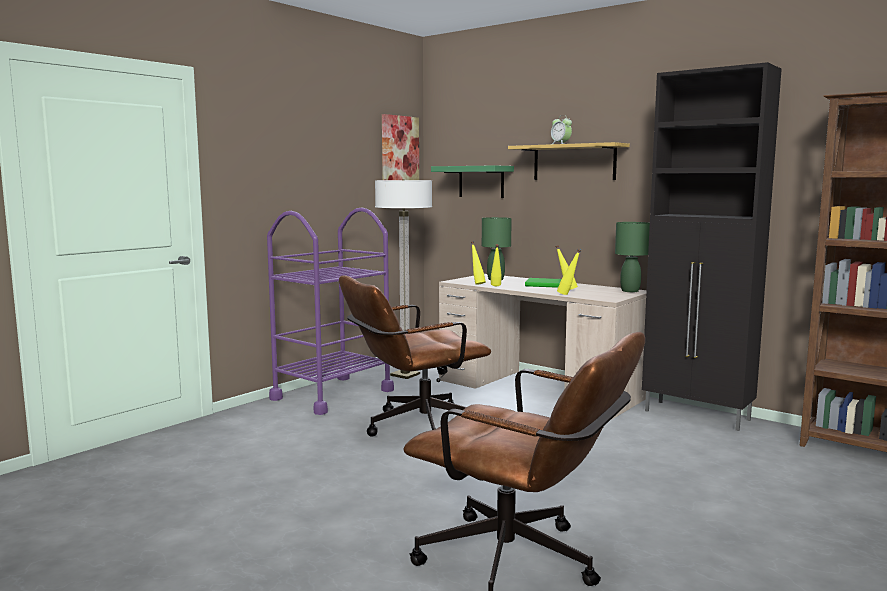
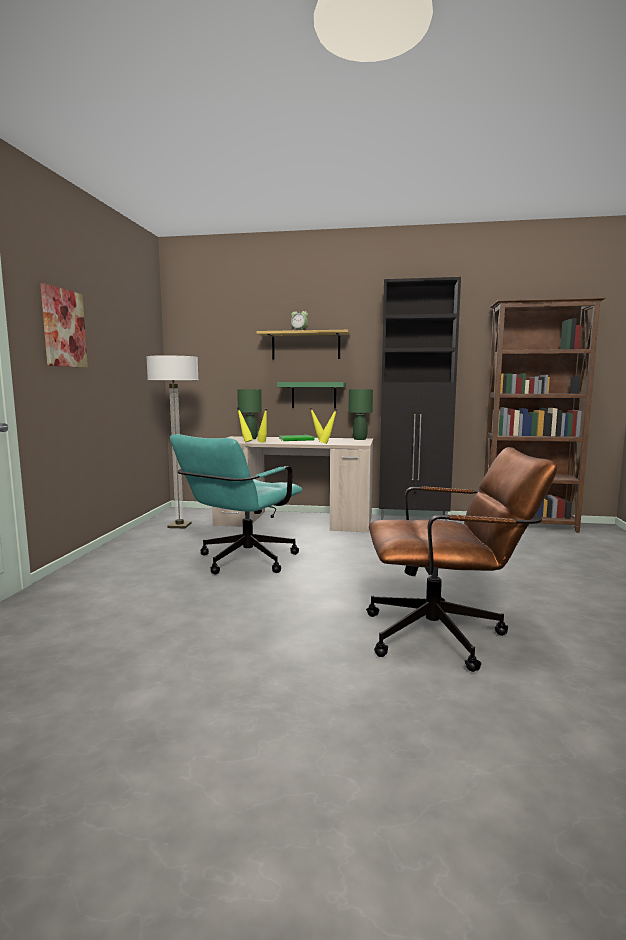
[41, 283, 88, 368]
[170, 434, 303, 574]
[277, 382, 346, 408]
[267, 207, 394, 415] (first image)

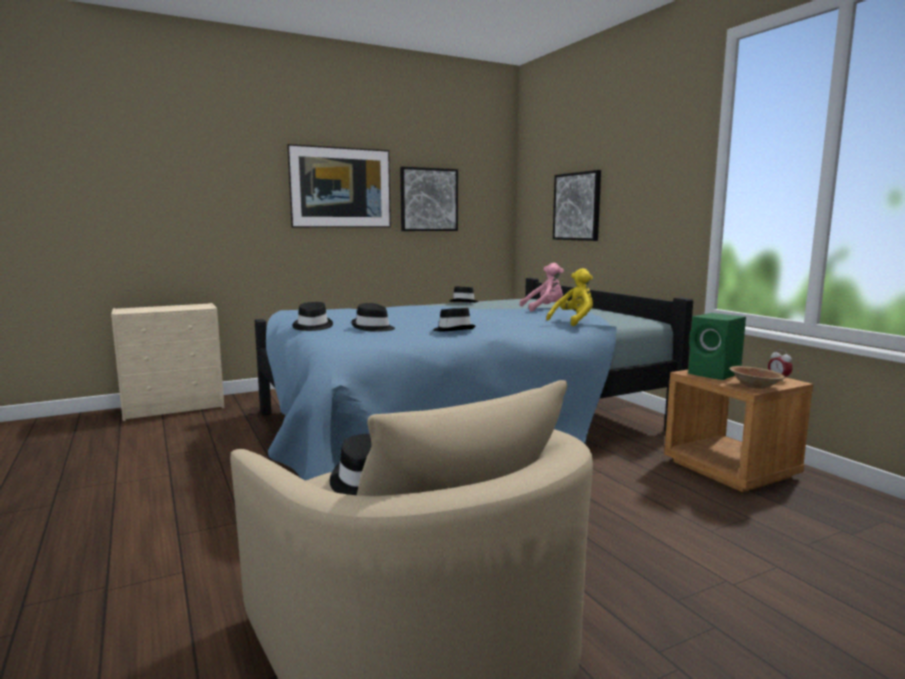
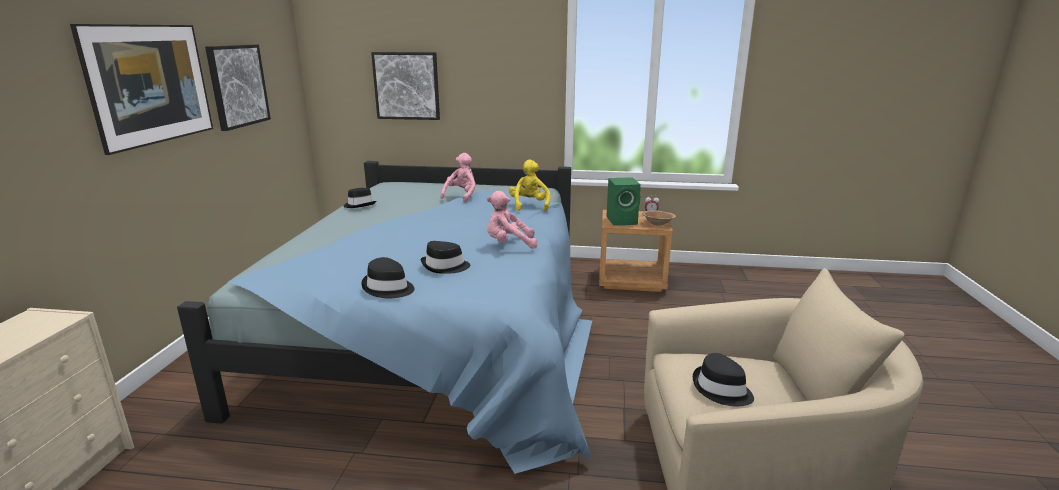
[487, 191, 537, 249]

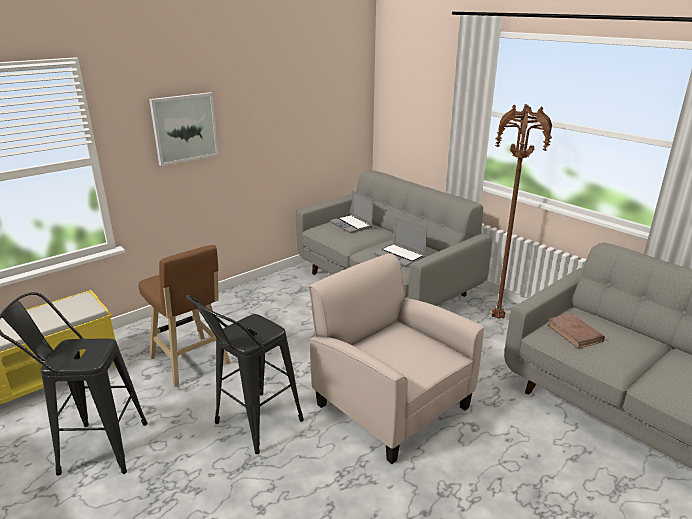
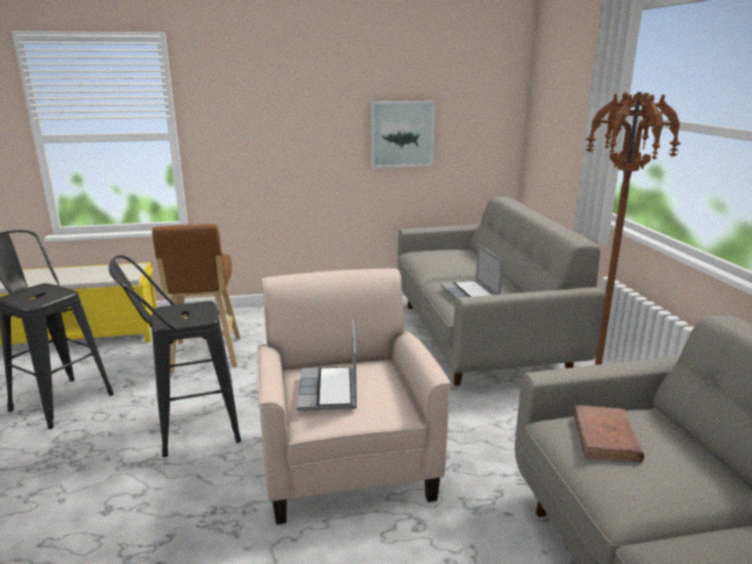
[297, 319, 357, 411]
[371, 101, 435, 168]

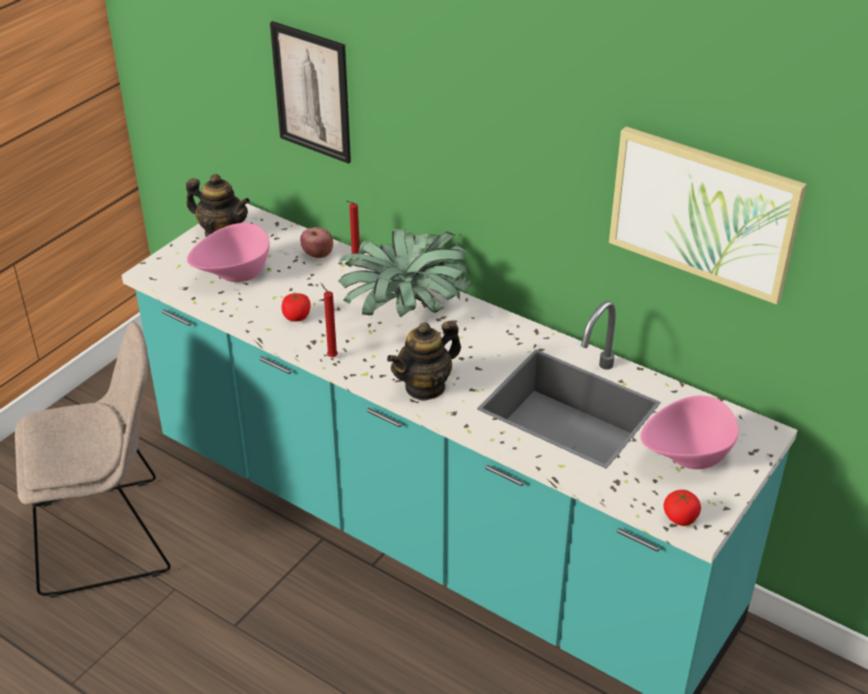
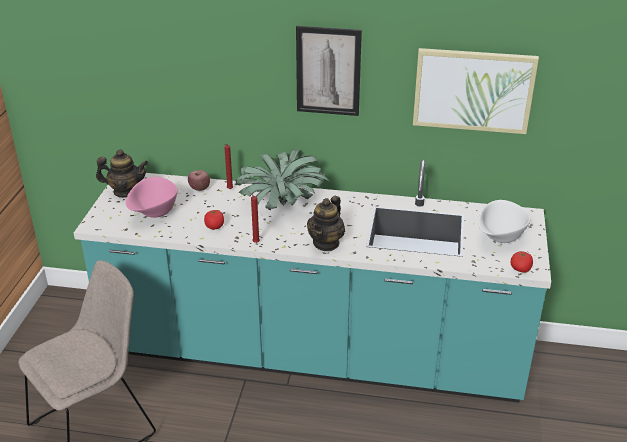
[296, 26, 362, 116]
[478, 200, 530, 243]

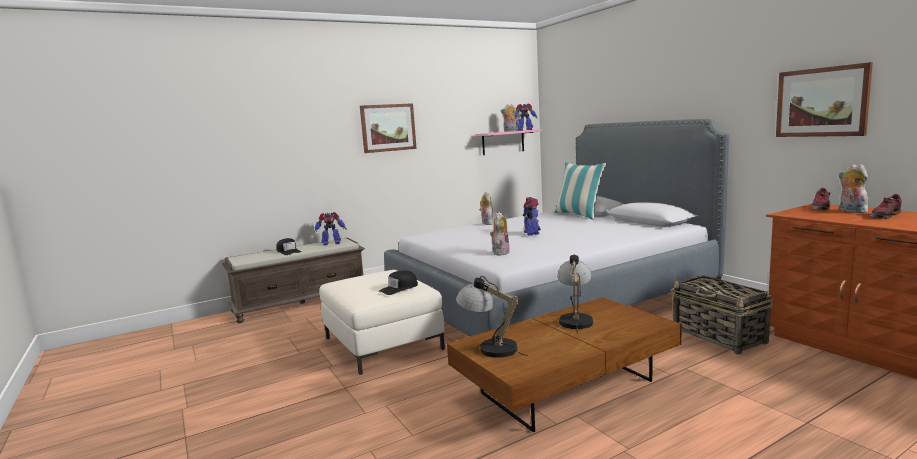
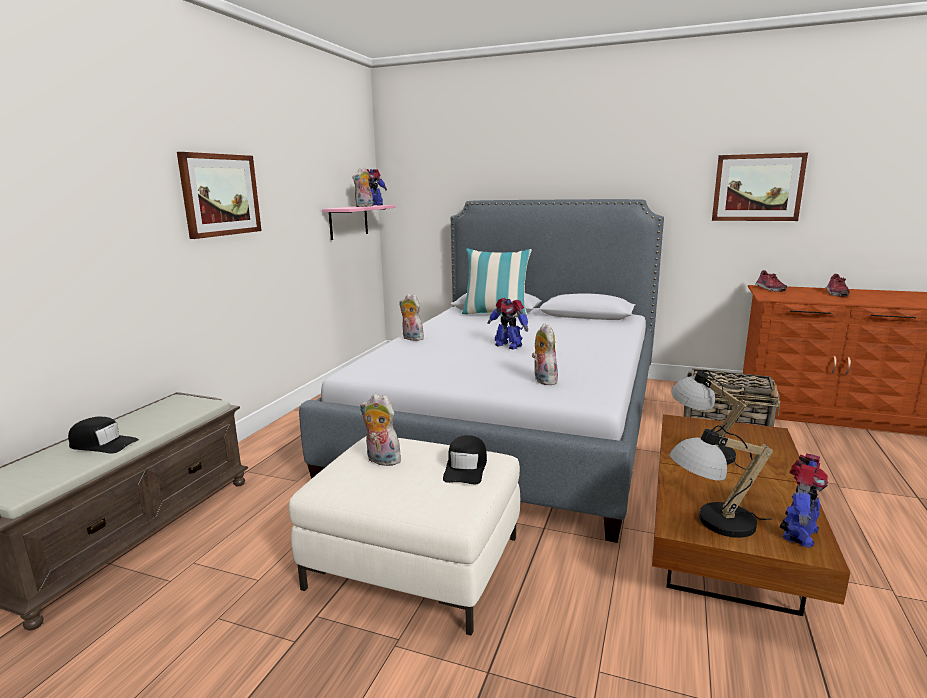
[360, 394, 403, 466]
[780, 454, 828, 548]

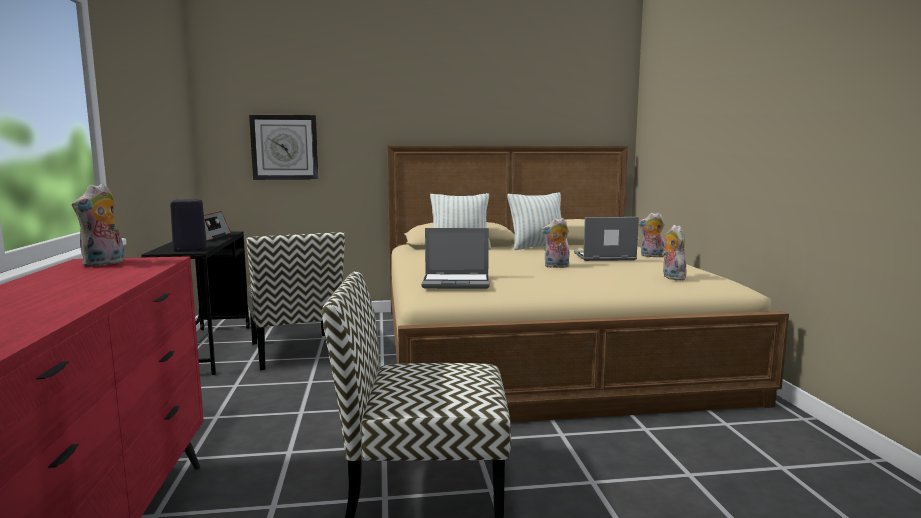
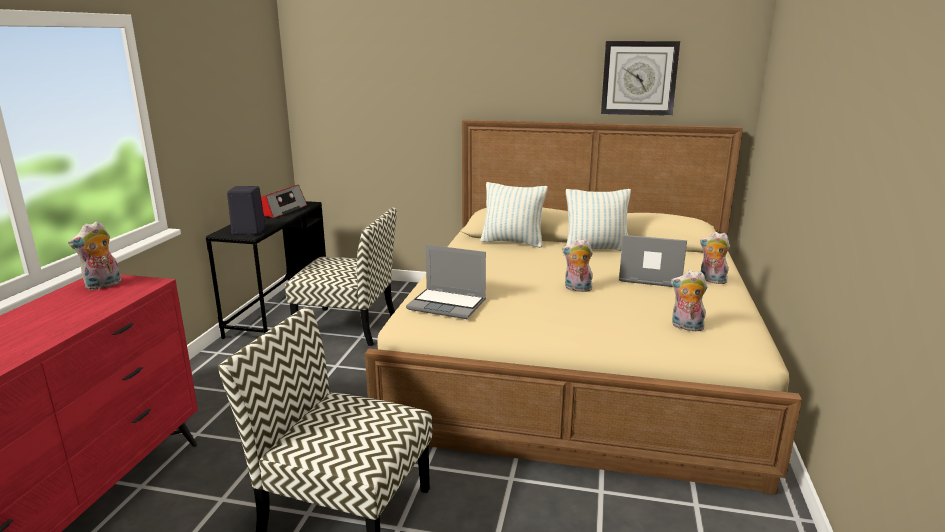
[285, 207, 397, 346]
[601, 41, 680, 116]
[671, 270, 708, 331]

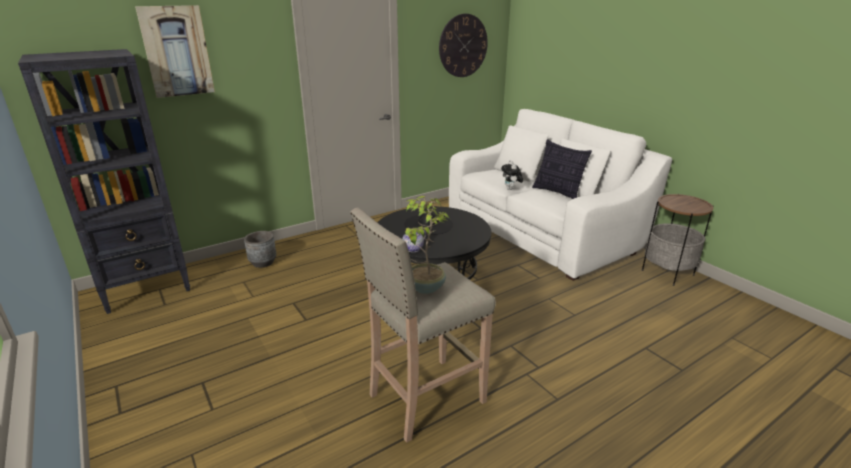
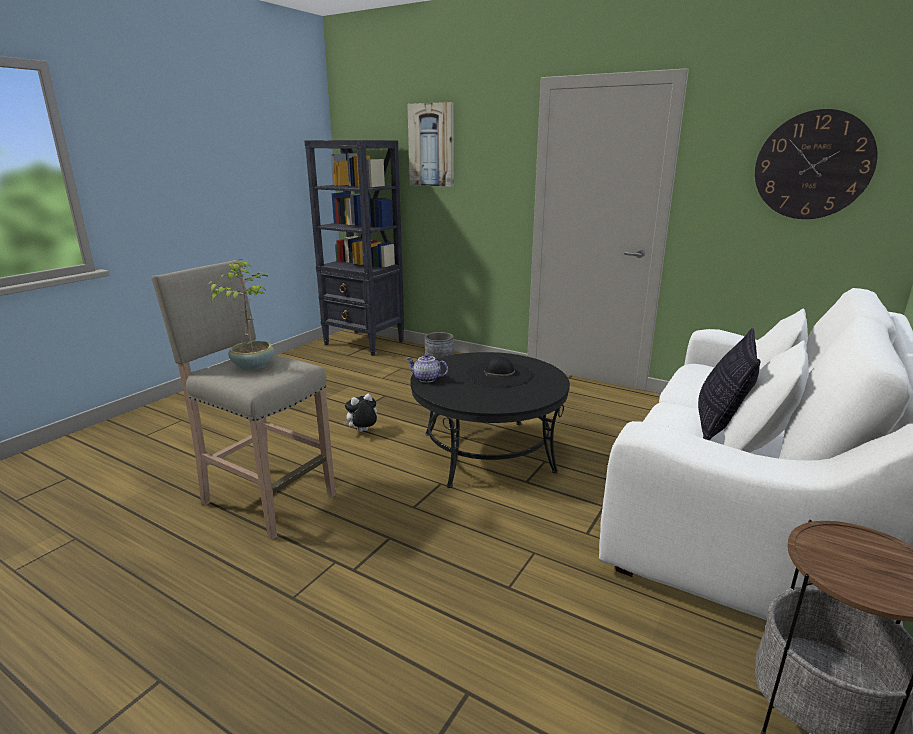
[343, 394, 377, 432]

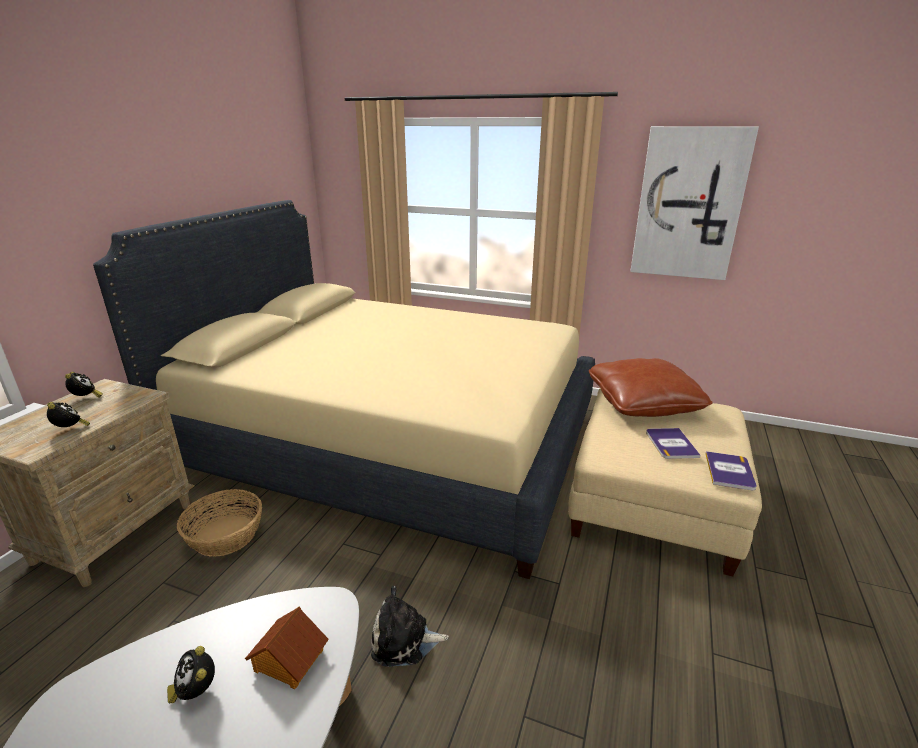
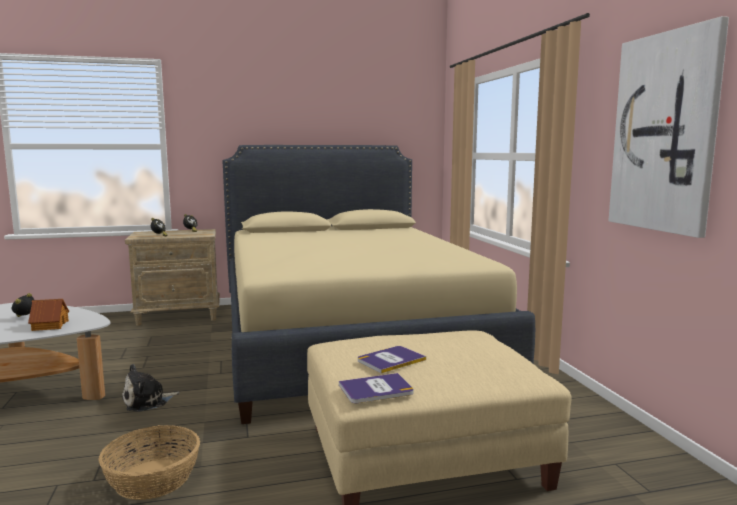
[99, 425, 200, 500]
[122, 364, 180, 412]
[589, 358, 713, 417] (first image)

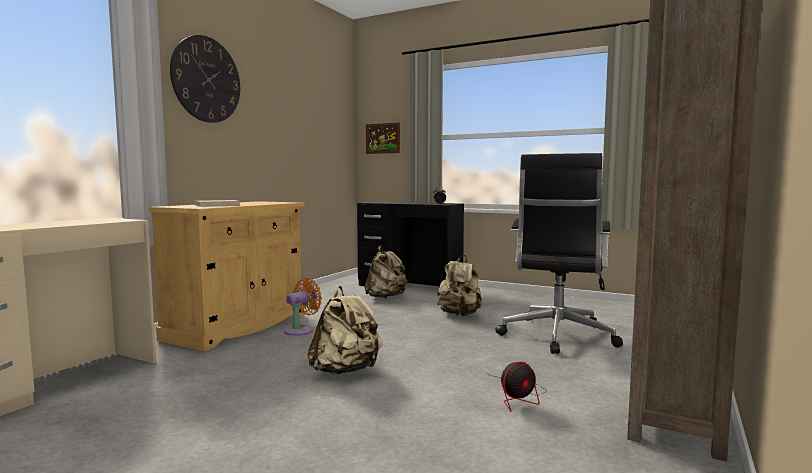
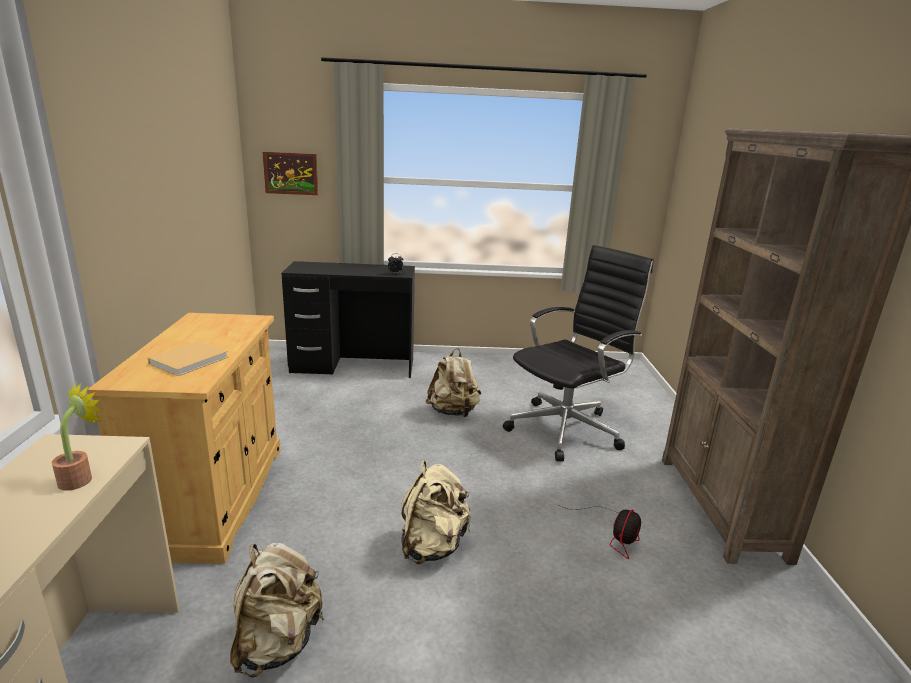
[52, 382, 103, 491]
[230, 543, 324, 677]
[503, 245, 653, 462]
[170, 35, 240, 123] (first image)
[284, 278, 322, 336] (first image)

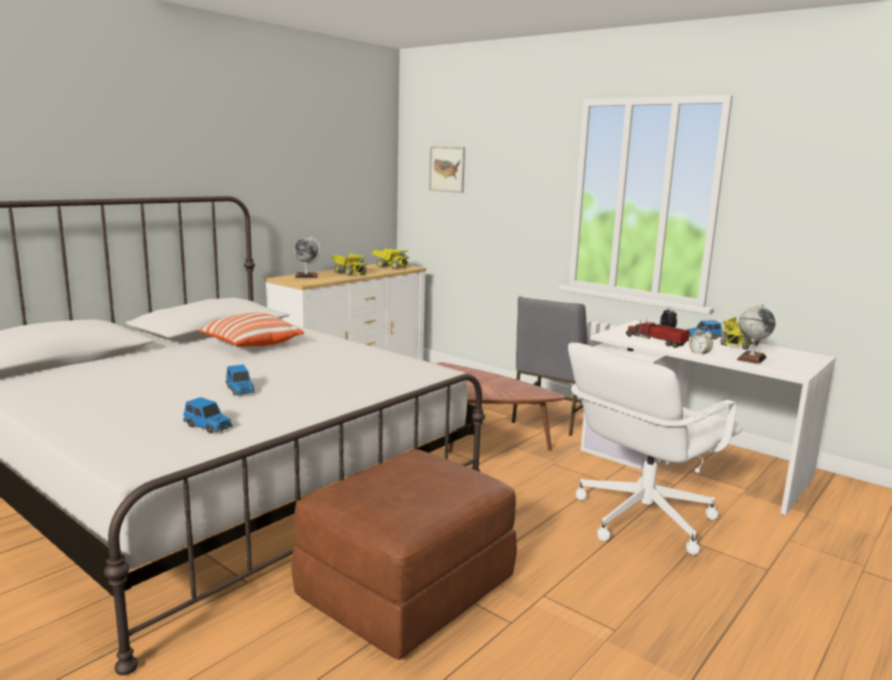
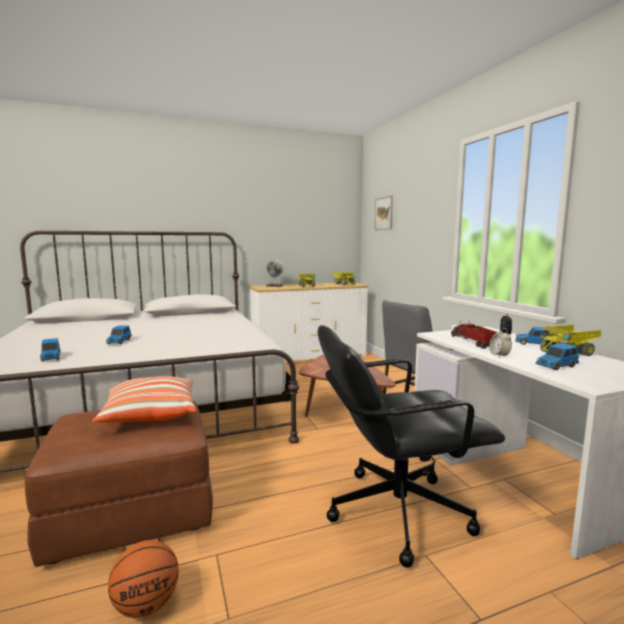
[92, 376, 196, 423]
[108, 540, 179, 618]
[318, 325, 505, 568]
[535, 343, 579, 370]

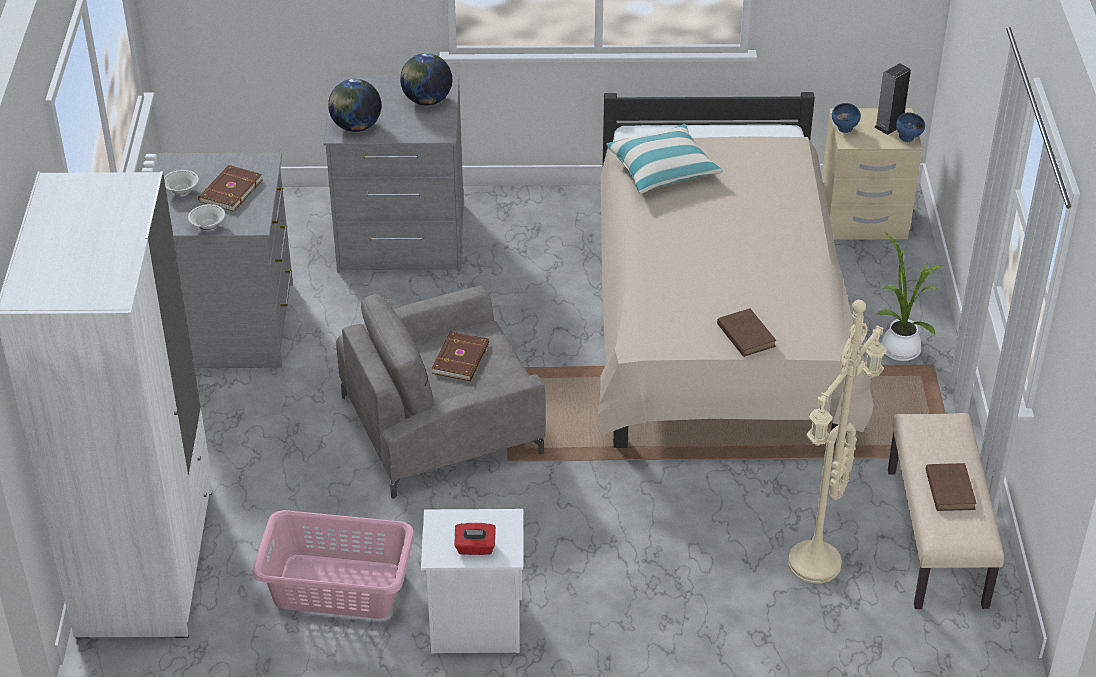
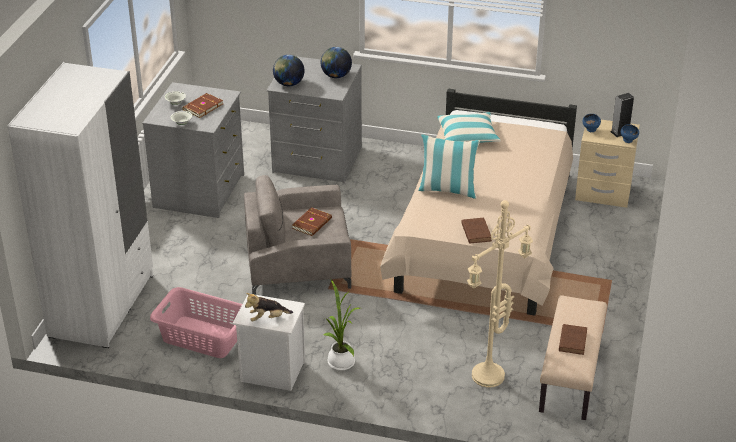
[245, 293, 293, 322]
[323, 280, 360, 371]
[419, 135, 480, 199]

